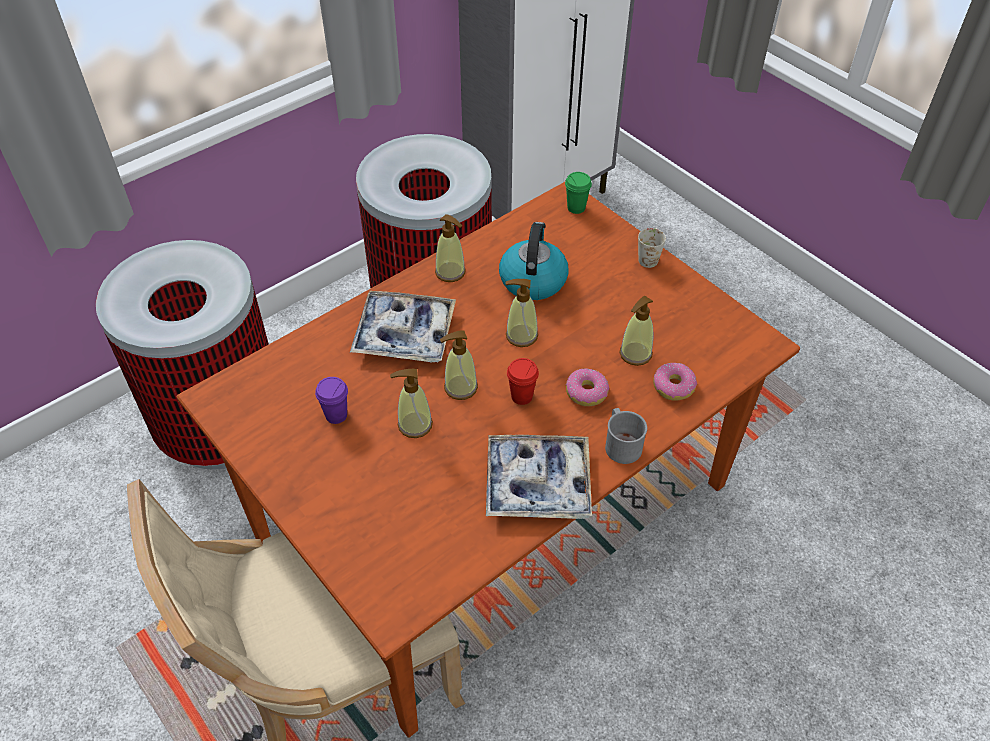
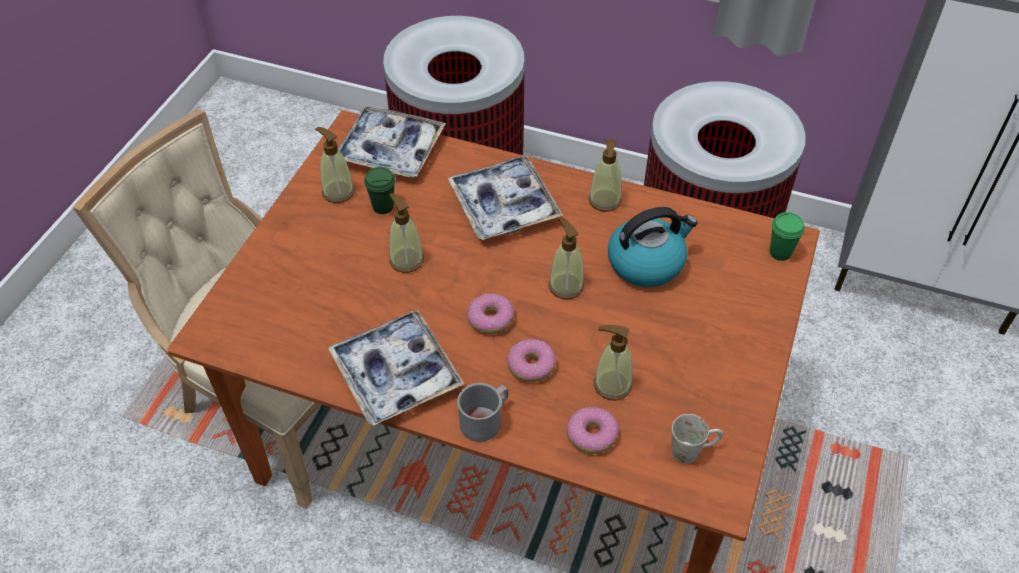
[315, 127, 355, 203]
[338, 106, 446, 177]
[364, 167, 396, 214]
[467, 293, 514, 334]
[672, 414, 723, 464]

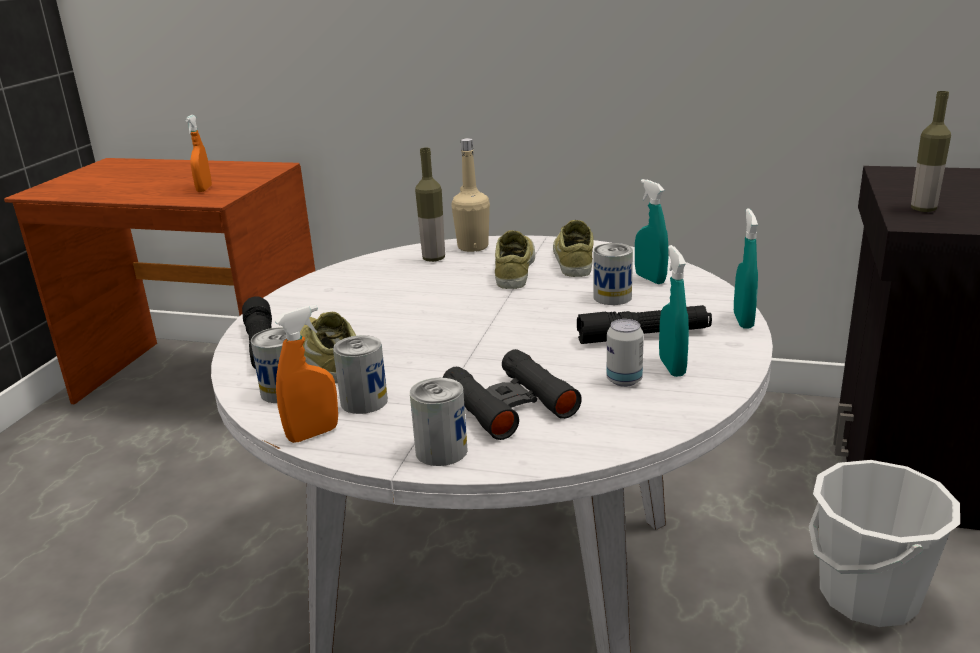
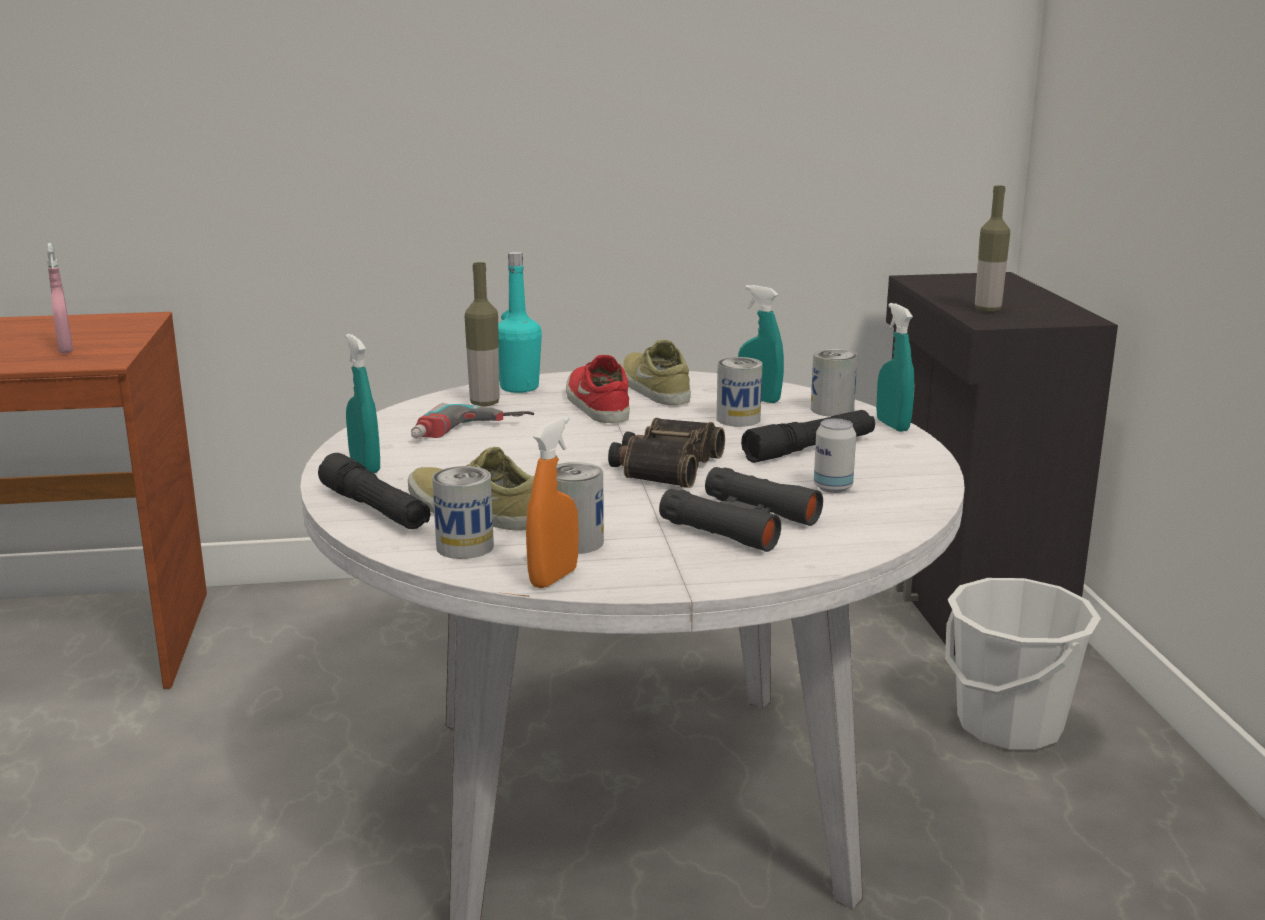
[47, 243, 73, 353]
[346, 334, 380, 473]
[411, 403, 534, 439]
[498, 251, 542, 393]
[566, 355, 630, 423]
[608, 418, 725, 488]
[811, 349, 858, 417]

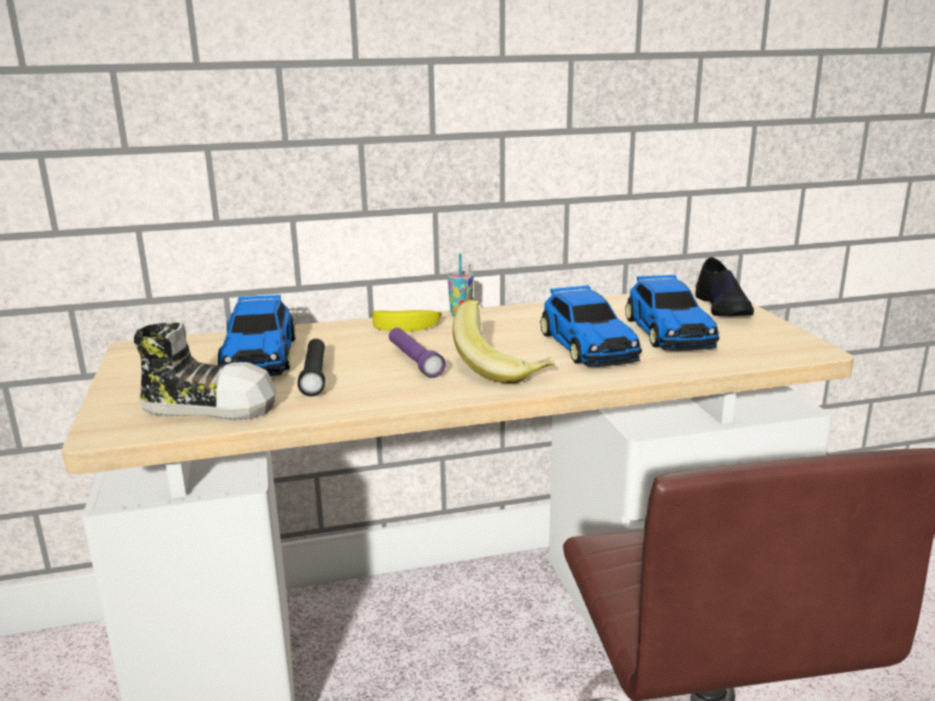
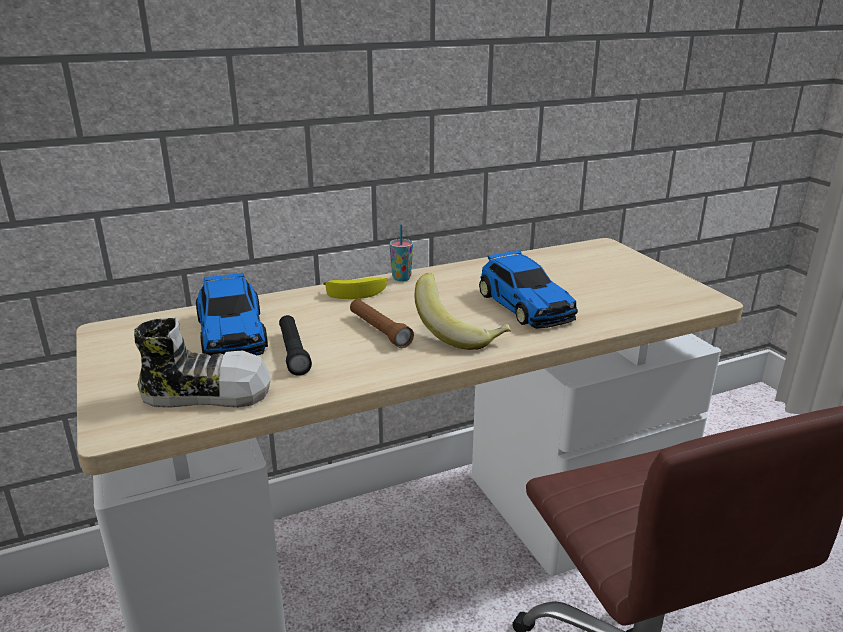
[350, 299, 414, 348]
[625, 274, 719, 351] (first image)
[695, 257, 754, 316] (first image)

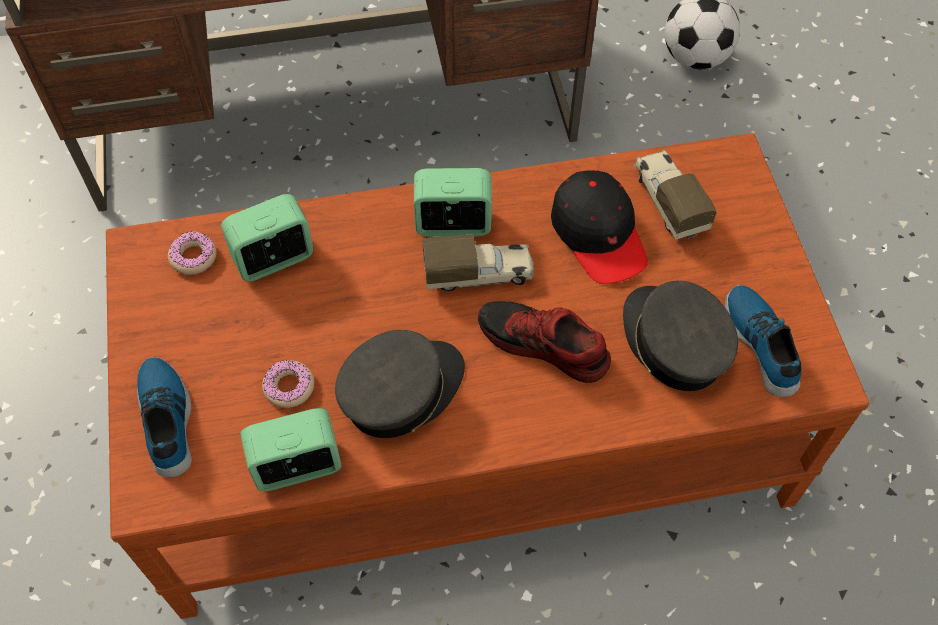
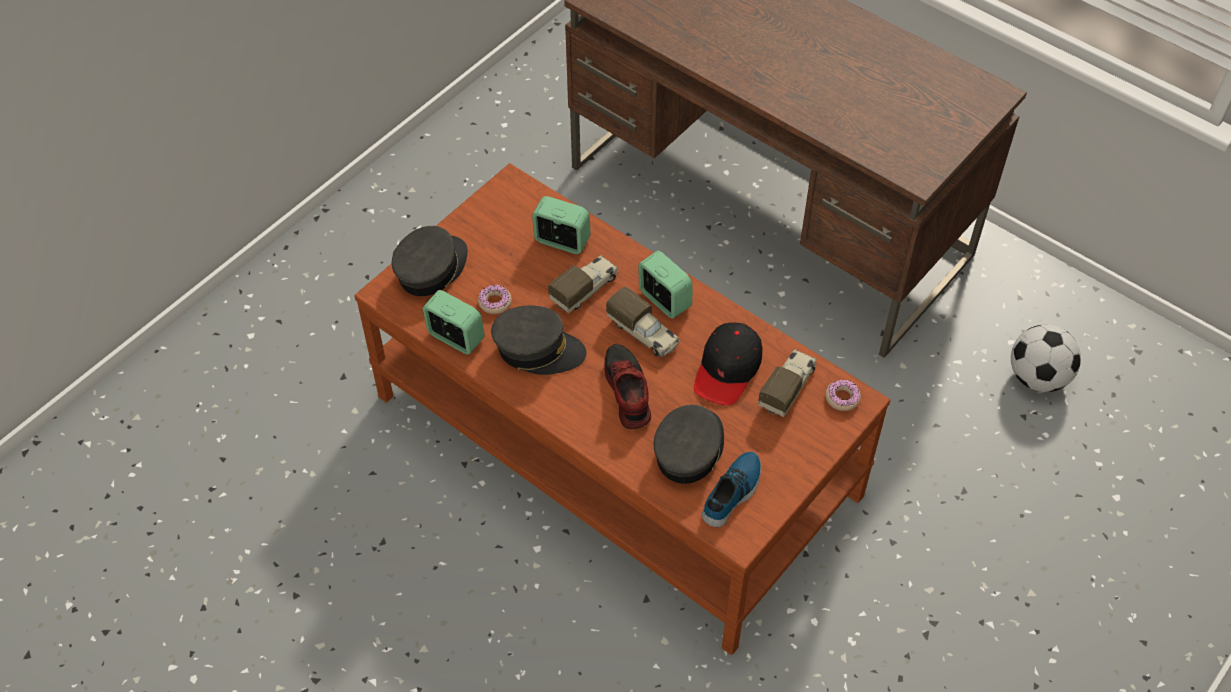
[392, 226, 468, 296]
[548, 255, 618, 313]
[825, 380, 861, 411]

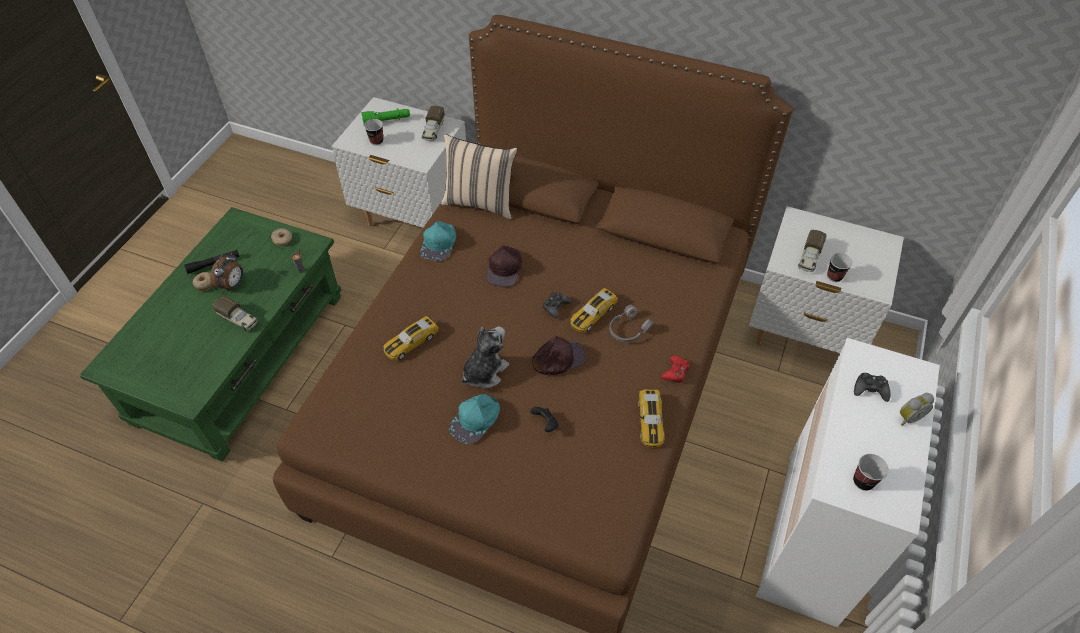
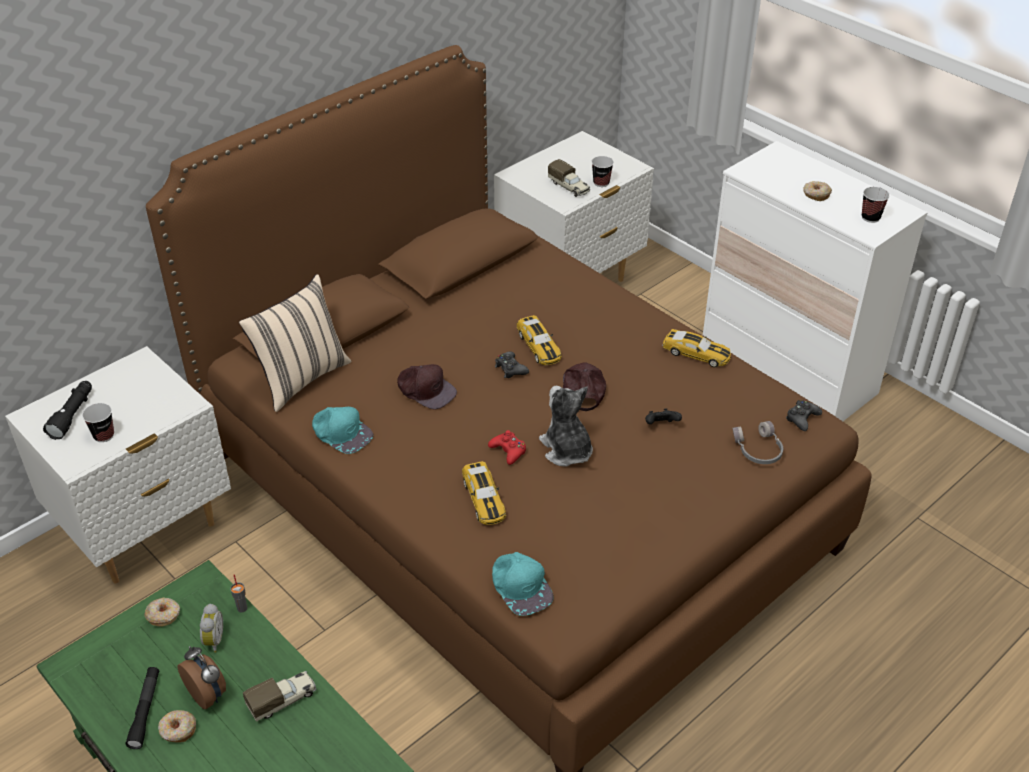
[43, 381, 92, 440]
[200, 604, 223, 653]
[488, 430, 526, 465]
[492, 552, 554, 616]
[732, 421, 783, 464]
[786, 400, 822, 431]
[803, 181, 832, 201]
[422, 106, 445, 141] (first image)

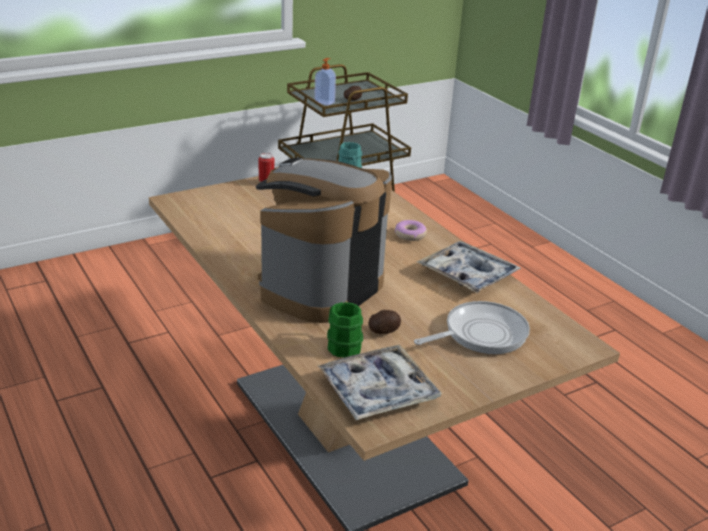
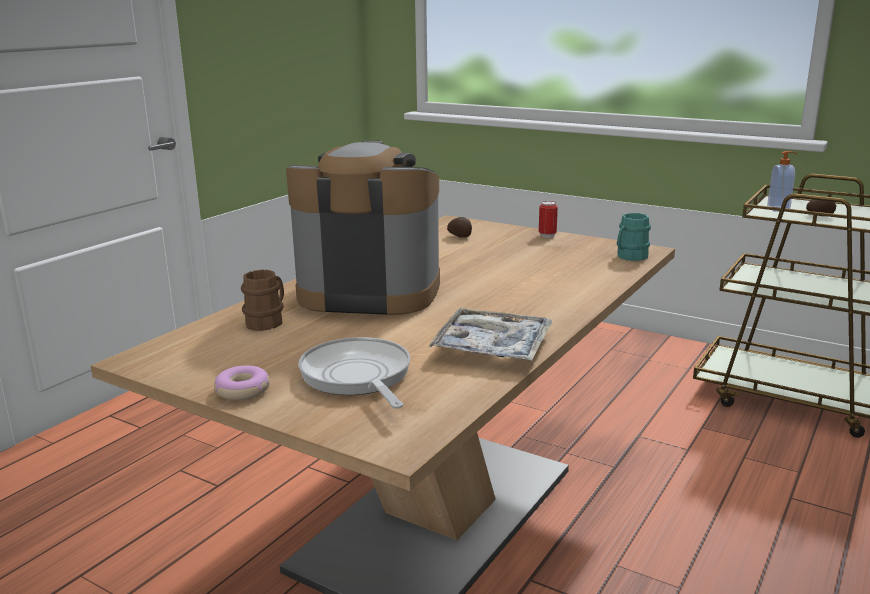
[214, 365, 270, 400]
[241, 270, 284, 331]
[299, 337, 411, 409]
[447, 217, 472, 238]
[318, 345, 442, 421] (first image)

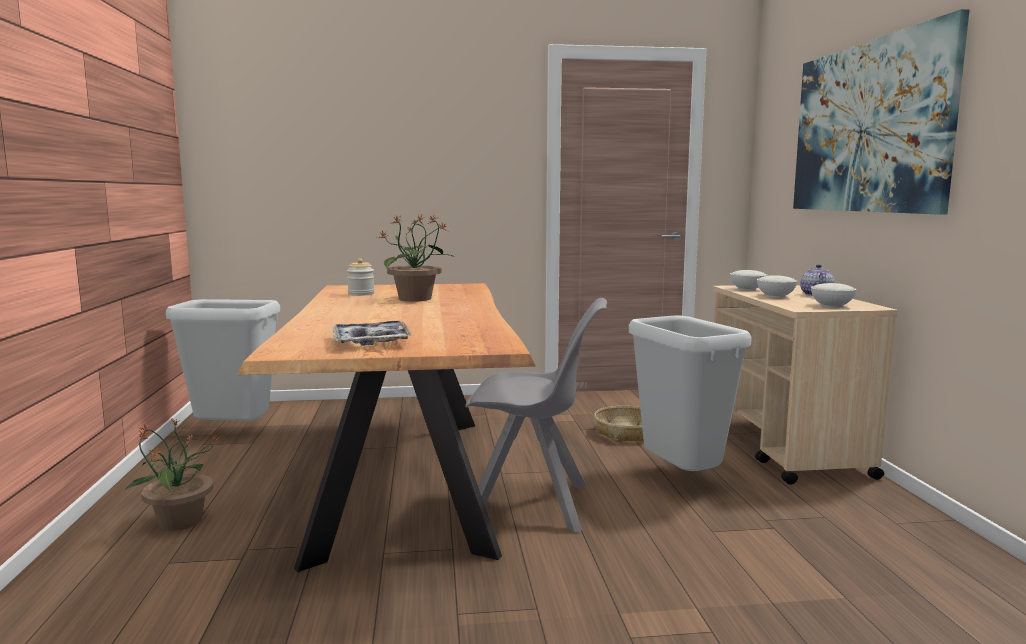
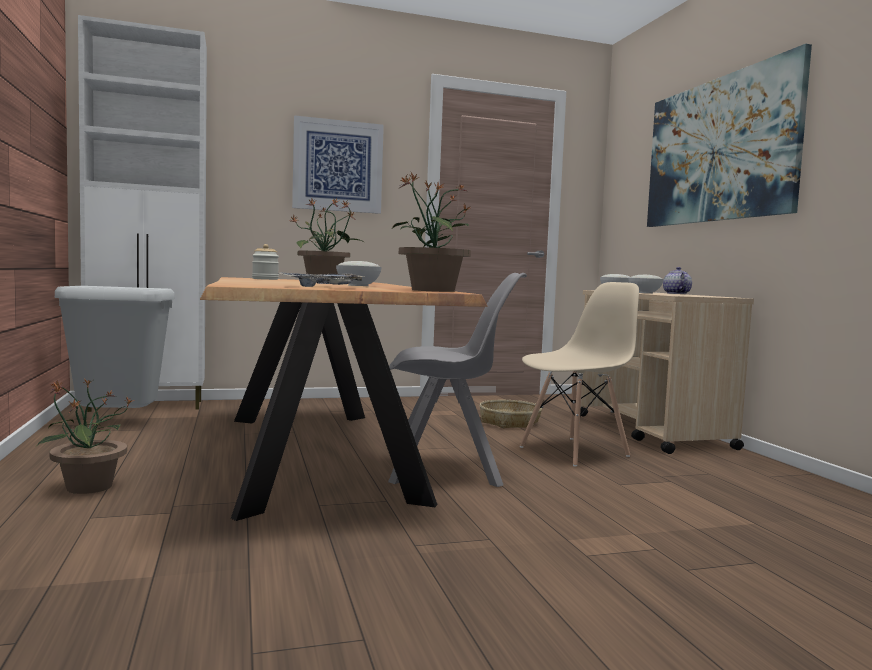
[78, 15, 207, 412]
[292, 115, 384, 214]
[336, 261, 382, 286]
[391, 172, 471, 292]
[519, 282, 639, 467]

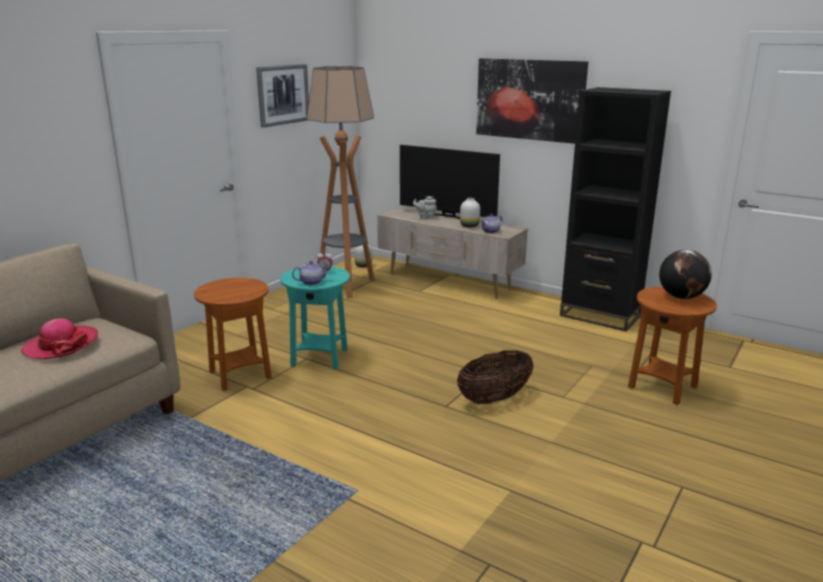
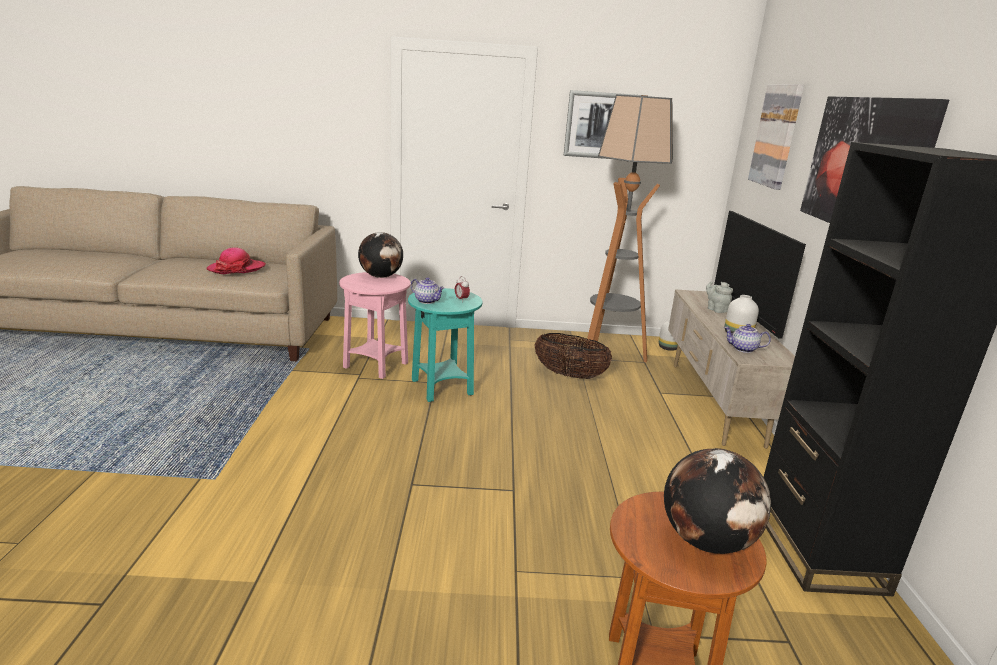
[339, 272, 410, 379]
[358, 232, 403, 278]
[534, 333, 612, 379]
[748, 84, 804, 190]

